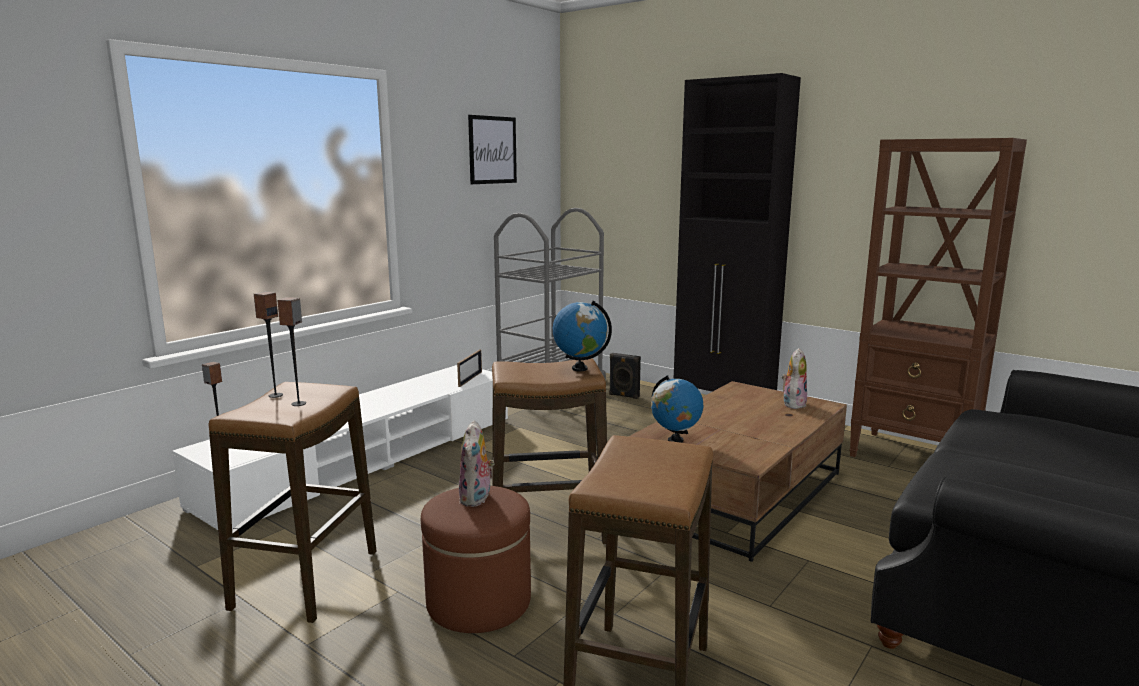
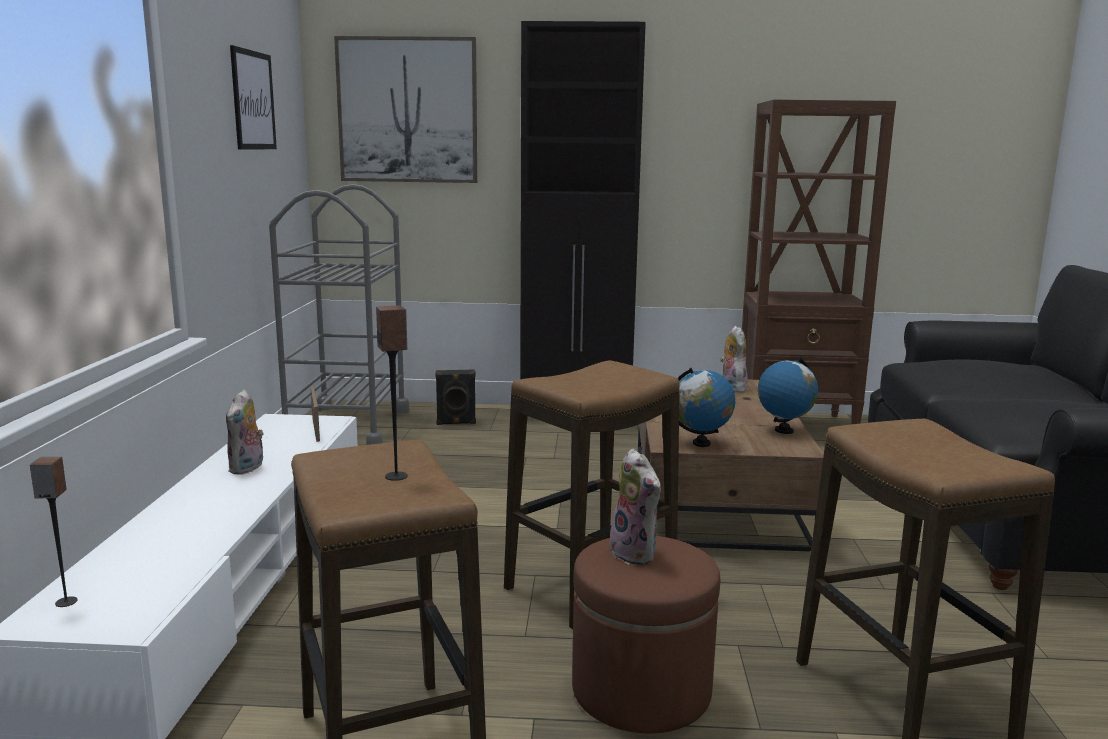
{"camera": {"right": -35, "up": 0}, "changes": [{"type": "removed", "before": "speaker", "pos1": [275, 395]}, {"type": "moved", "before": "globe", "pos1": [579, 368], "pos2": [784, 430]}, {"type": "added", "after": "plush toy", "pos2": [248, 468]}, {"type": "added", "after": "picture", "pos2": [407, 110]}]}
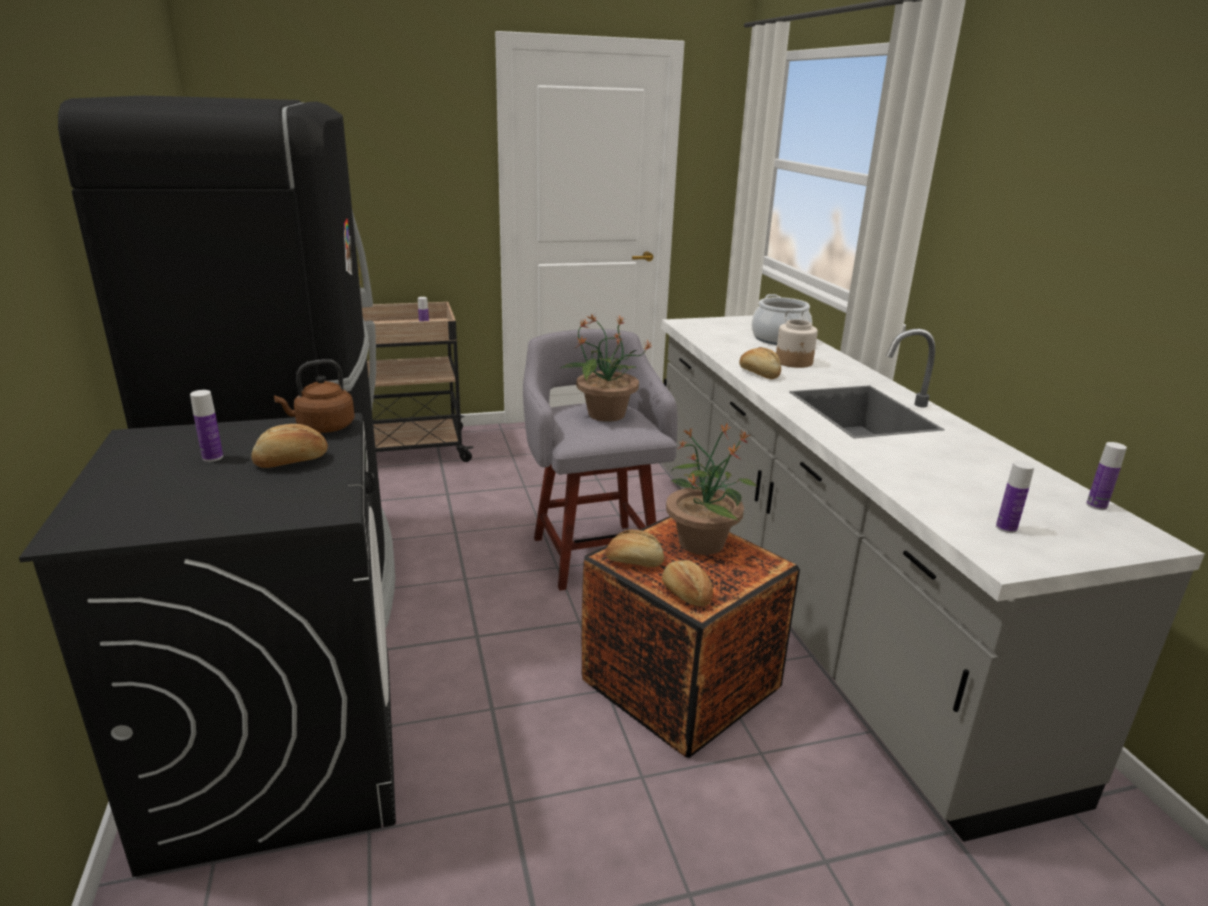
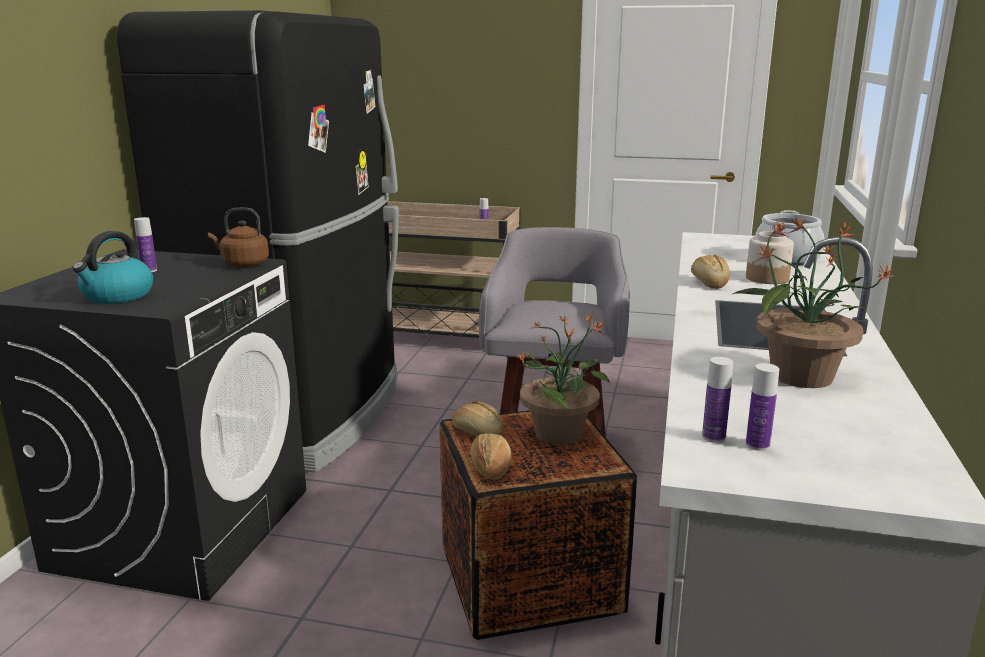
{"camera": {"right": 30, "up": -5}, "changes": [{"type": "removed", "before": "bread", "pos1": [292, 461]}, {"type": "moved", "before": "potted plant", "pos1": [605, 414], "pos2": [799, 376]}, {"type": "moved", "before": "bottle", "pos1": [1096, 505], "pos2": [713, 437]}, {"type": "added", "after": "kettle", "pos2": [117, 296]}]}
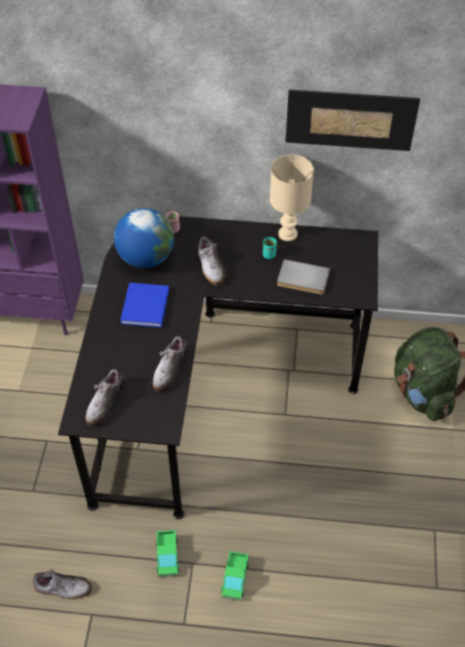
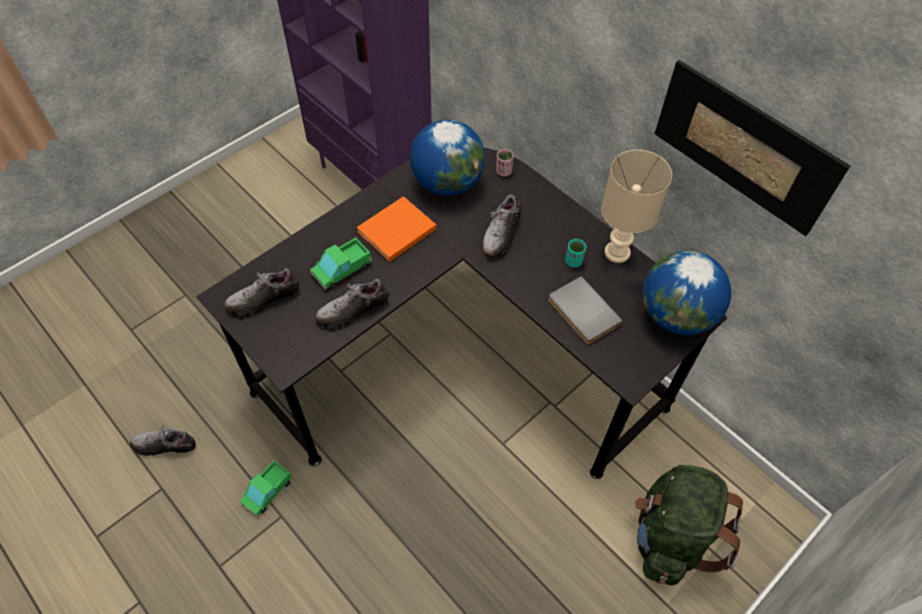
{"camera": {"right": 40, "up": 5}, "changes": [{"type": "turned", "before": "shoe", "pos1": [63, 588], "pos2": [164, 445], "turn": 135}, {"type": "recoloured", "before": "book/blue", "after": "book/orange", "pos1": [145, 308], "pos2": [395, 231]}, {"type": "moved", "before": "toy truck", "pos1": [235, 579], "pos2": [342, 269]}, {"type": "added", "after": "globe", "pos2": [675, 315]}]}
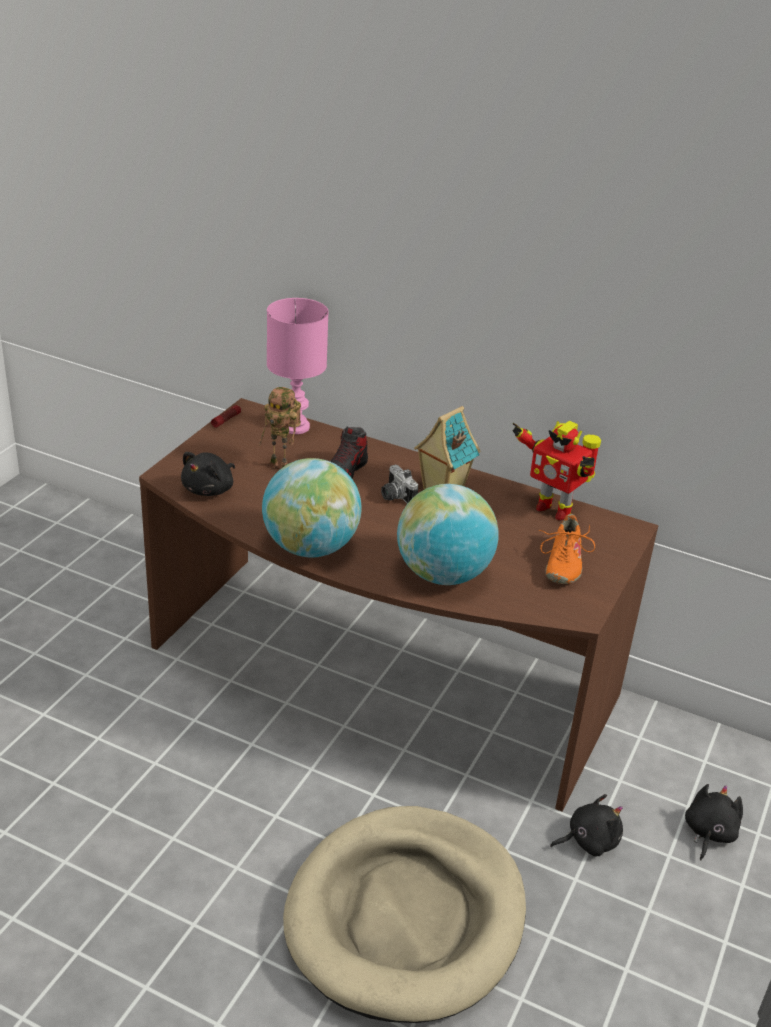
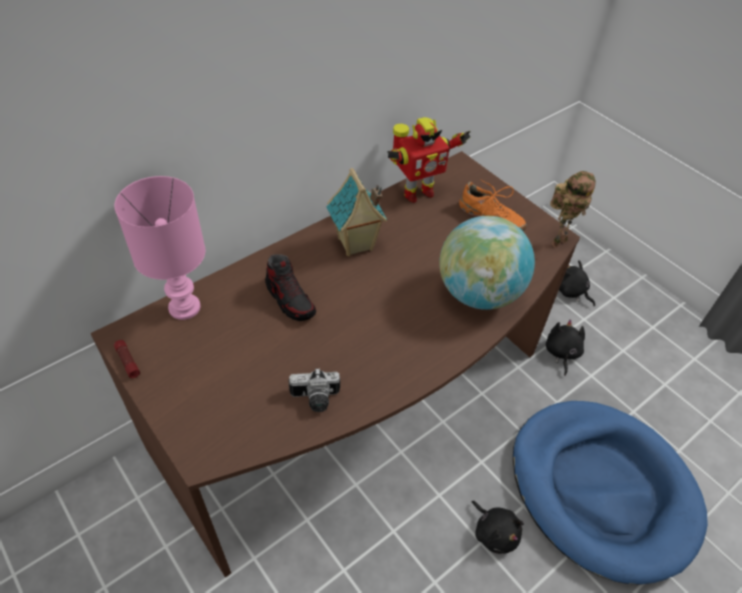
{"camera": {"right": -65, "up": 15}, "changes": [{"type": "moved", "before": "plush toy/black", "pos1": [210, 489], "pos2": [494, 532]}, {"type": "moved", "before": "toy robot", "pos1": [281, 467], "pos2": [558, 240]}, {"type": "removed", "before": "globe", "pos1": [310, 547]}, {"type": "recoloured", "before": "dog bed/beige", "after": "dog bed/blue", "pos1": [406, 917], "pos2": [602, 489]}, {"type": "moved", "before": "photo camera", "pos1": [395, 496], "pos2": [315, 399]}]}
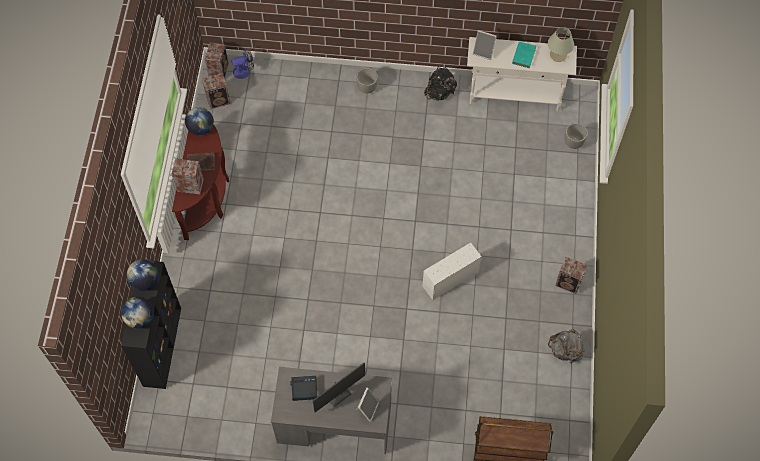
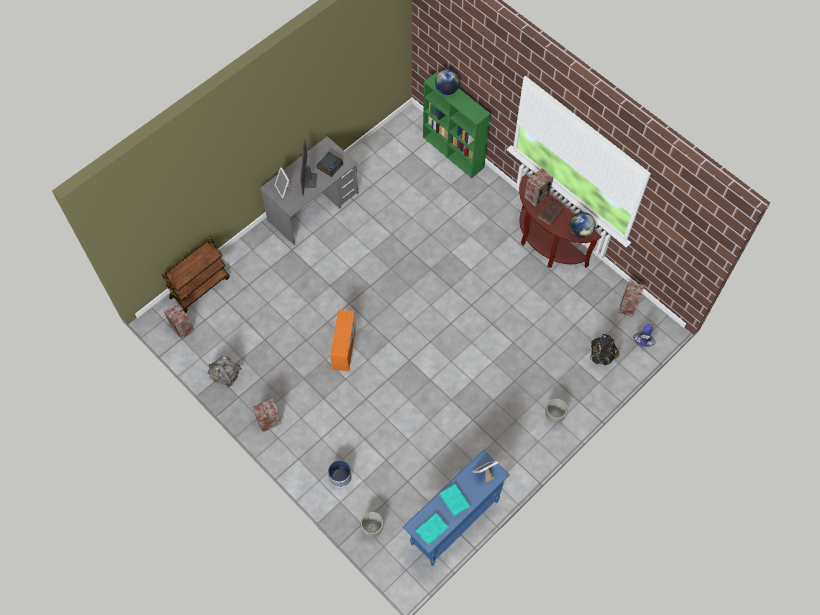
{"camera": {"right": 130, "up": 0}, "changes": [{"type": "recoloured", "before": "bookcase/black", "after": "bookcase/green", "pos1": [162, 346], "pos2": [454, 152]}, {"type": "removed", "before": "globe", "pos1": [145, 281]}, {"type": "moved", "before": "speaker", "pos1": [219, 70], "pos2": [182, 328]}, {"type": "recoloured", "before": "storage box/white", "after": "storage box/orange", "pos1": [449, 279], "pos2": [344, 346]}, {"type": "moved", "before": "backpack/black", "pos1": [439, 92], "pos2": [601, 355]}, {"type": "recoloured", "before": "console table/white", "after": "console table/blue", "pos1": [515, 95], "pos2": [454, 522]}, {"type": "replaced", "before": "table lamp/beige", "after": "book/turquoise", "pos1": [558, 55], "pos2": [432, 529]}, {"type": "added", "after": "planter", "pos2": [340, 476]}]}
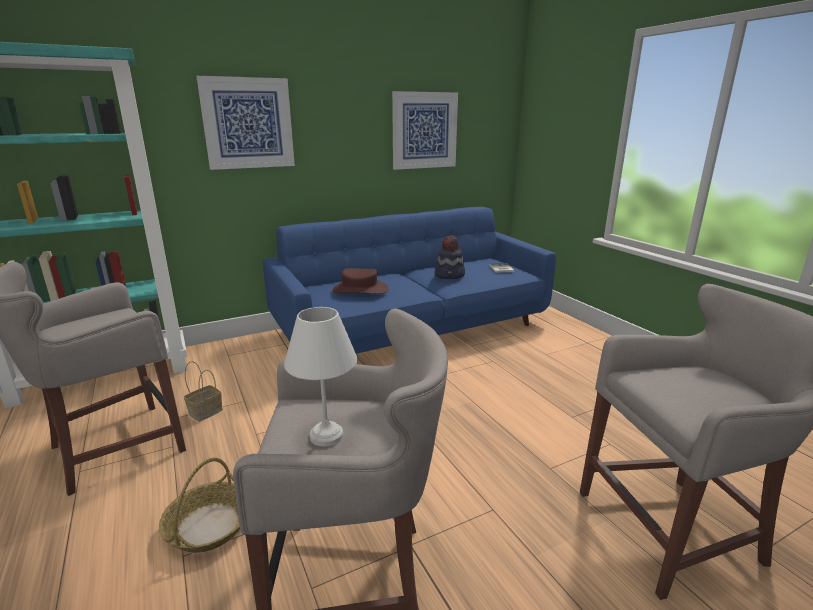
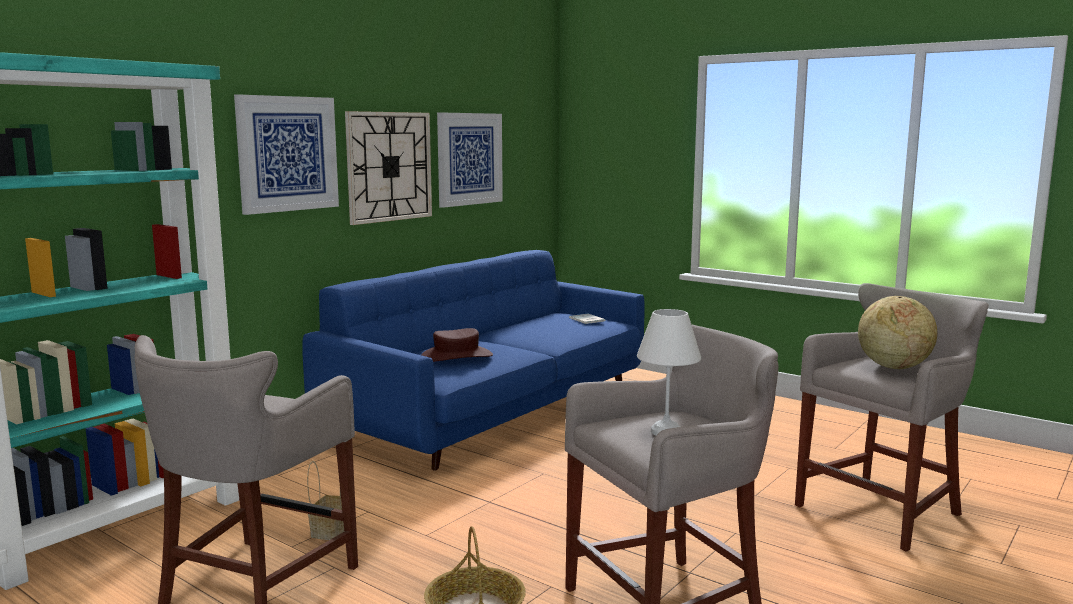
{"camera": {"right": -25, "up": -10}, "changes": [{"type": "removed", "before": "hat", "pos1": [450, 275]}, {"type": "added", "after": "wall clock", "pos2": [389, 166]}, {"type": "added", "after": "globe", "pos2": [893, 367]}]}
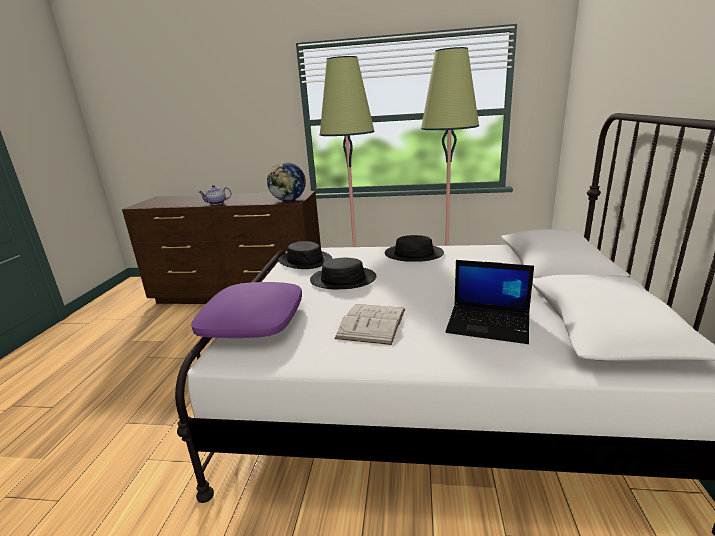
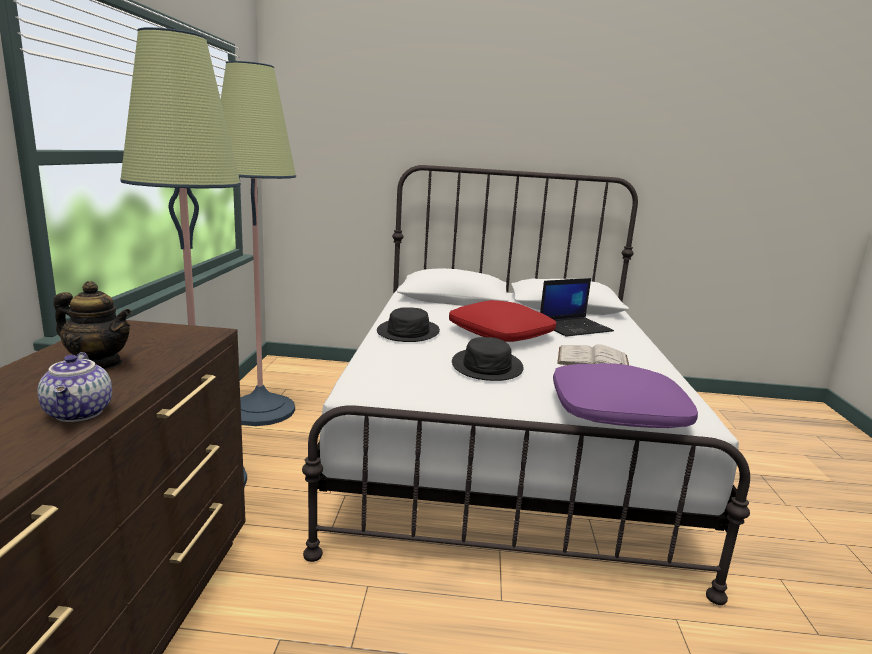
{"camera": {"right": -95, "up": -5}, "changes": [{"type": "removed", "before": "globe", "pos1": [289, 200]}, {"type": "removed", "before": "hat/black", "pos1": [305, 260]}, {"type": "turned", "before": "laptop", "pos1": [489, 324], "pos2": [575, 327], "turn": 45}, {"type": "added", "after": "teapot", "pos2": [98, 364]}, {"type": "added", "after": "pillow/red", "pos2": [501, 333]}]}
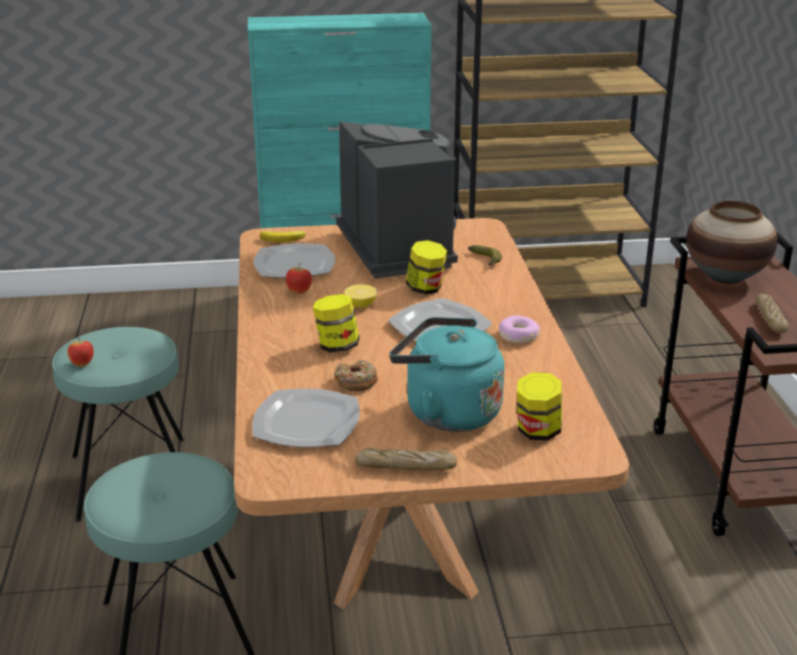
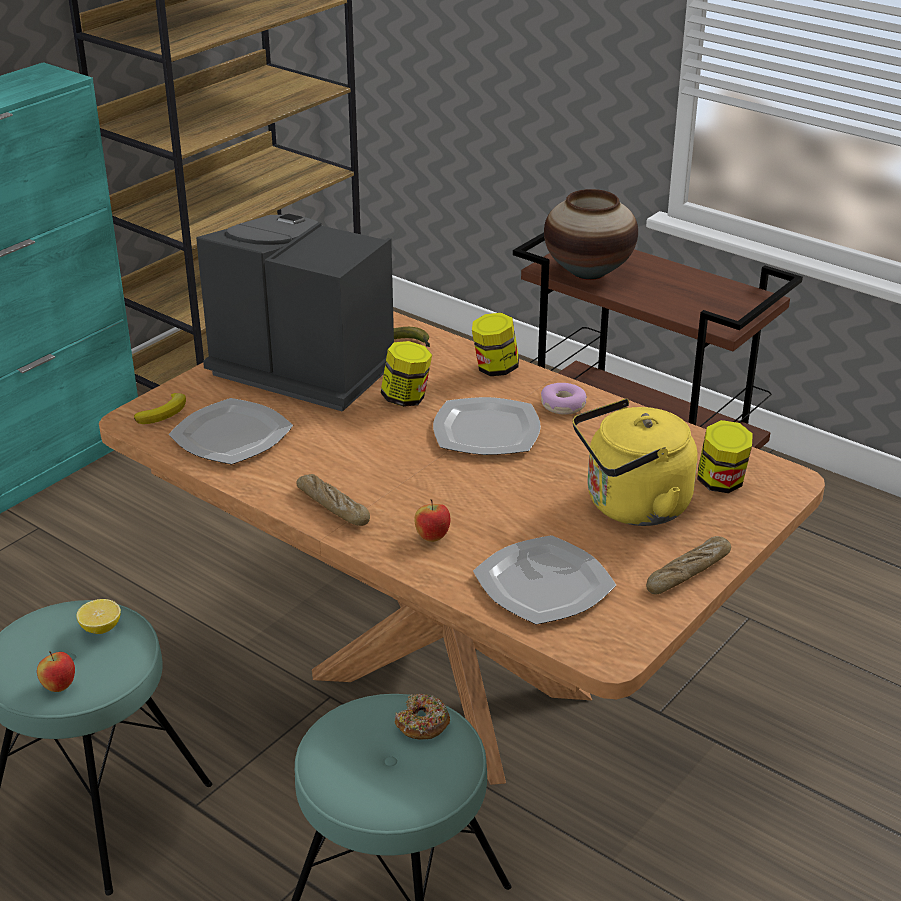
{"camera": {"right": -45, "up": 5}, "changes": [{"type": "moved", "before": "apple", "pos1": [299, 292], "pos2": [432, 537]}, {"type": "moved", "before": "jar", "pos1": [337, 346], "pos2": [495, 369]}, {"type": "moved", "before": "donut", "pos1": [356, 382], "pos2": [422, 724]}, {"type": "moved", "before": "lemon", "pos1": [361, 305], "pos2": [101, 628]}, {"type": "recoloured", "before": "kettle/turquoise", "after": "kettle/yellow", "pos1": [447, 412], "pos2": [631, 506]}, {"type": "moved", "before": "bread", "pos1": [770, 319], "pos2": [333, 507]}]}
